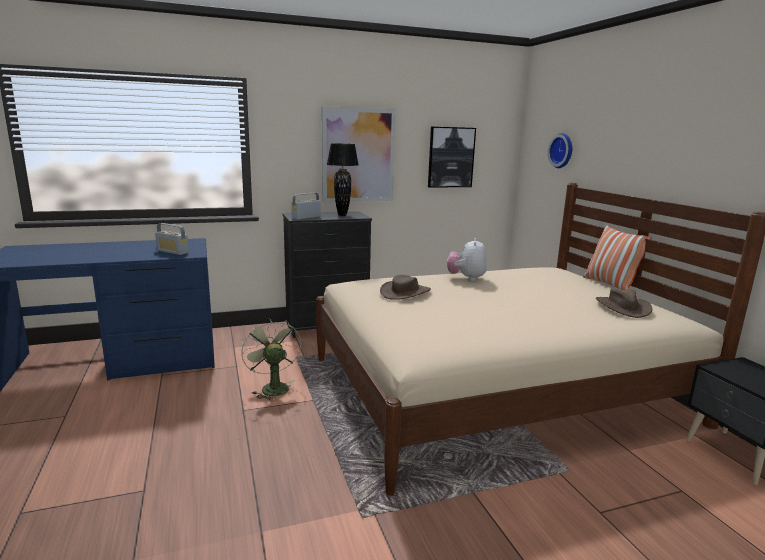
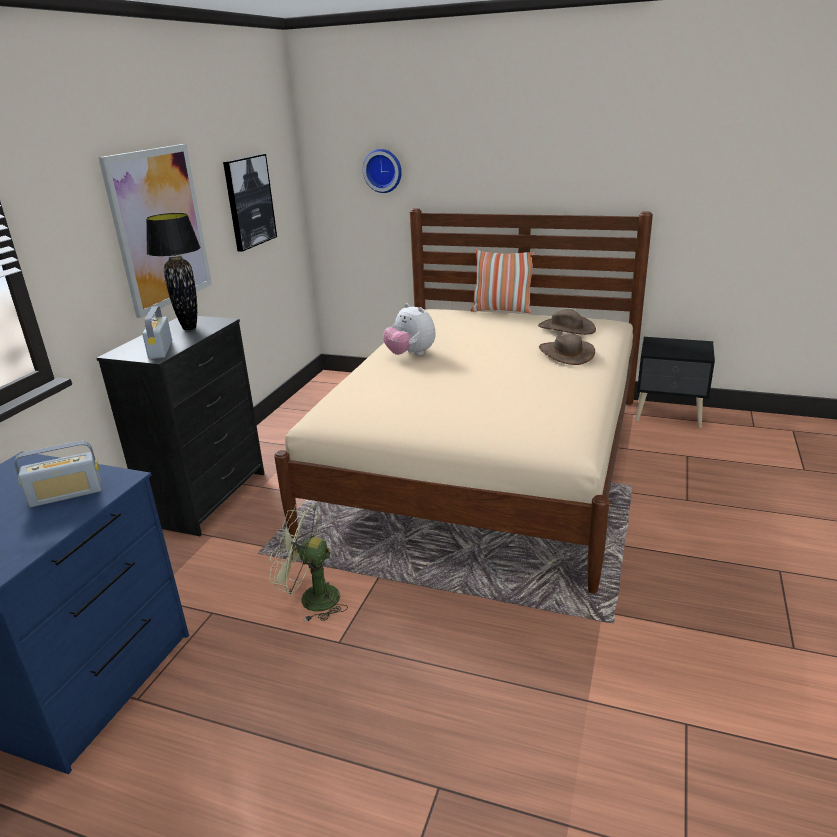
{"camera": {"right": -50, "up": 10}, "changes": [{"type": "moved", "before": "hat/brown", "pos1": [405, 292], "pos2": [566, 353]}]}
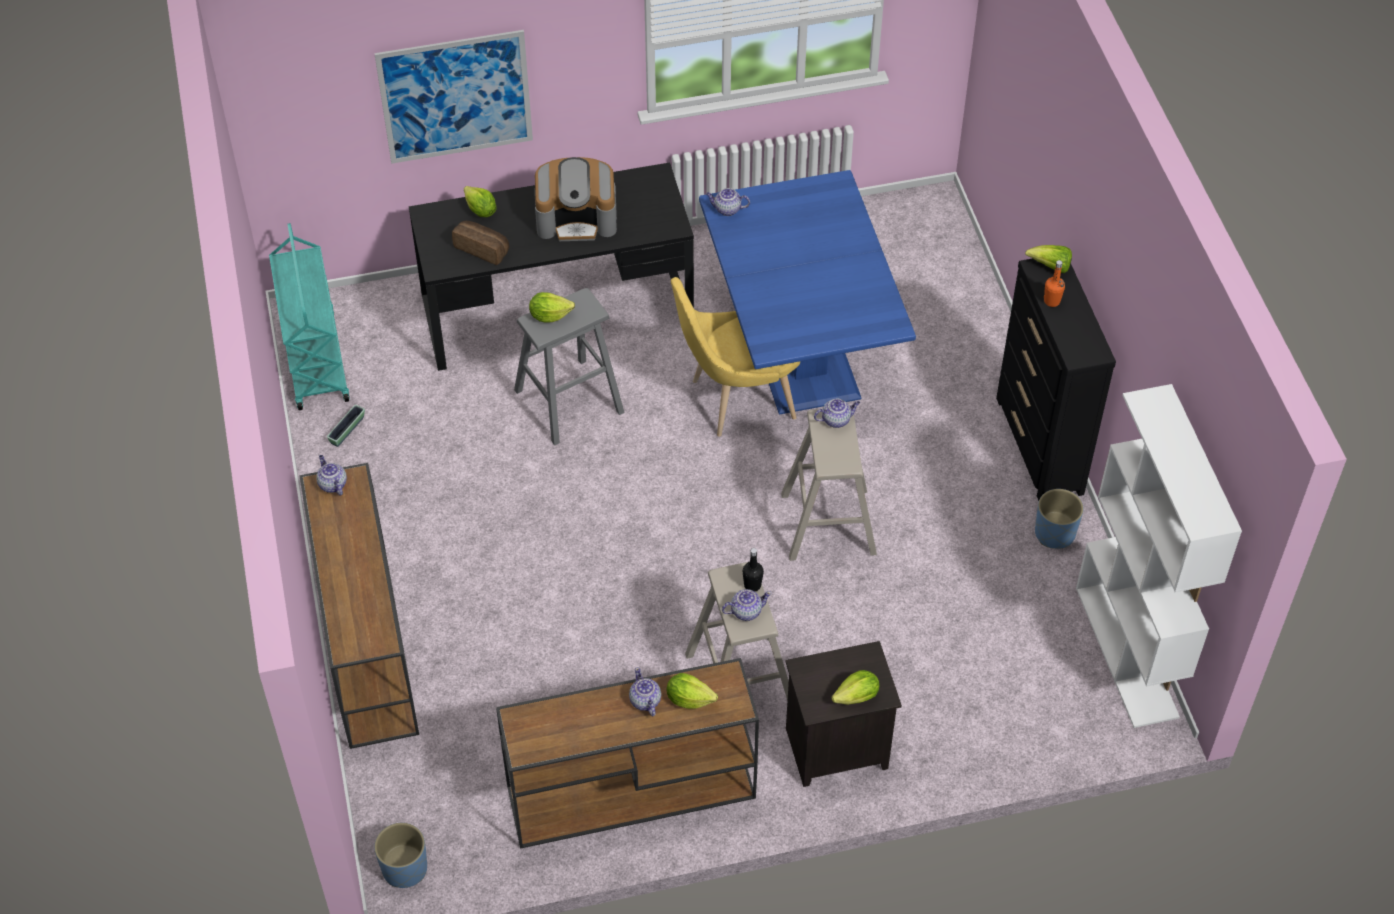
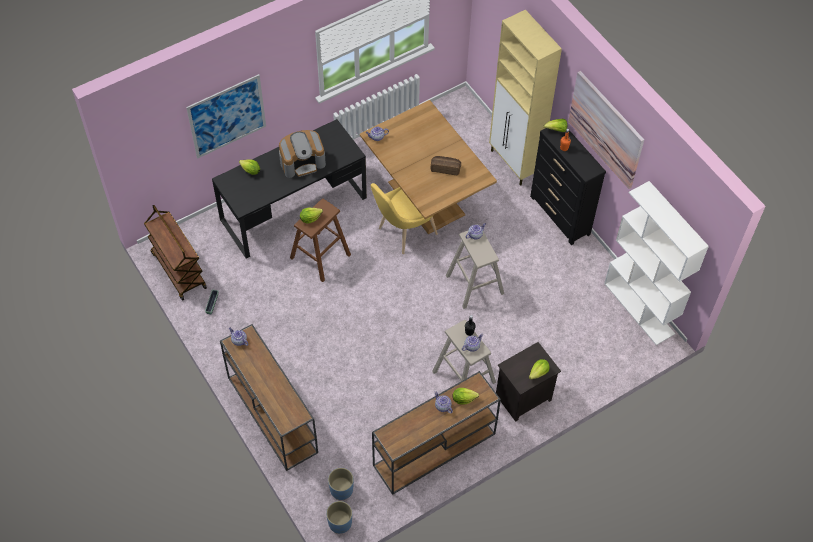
{"camera": {"right": -20, "up": 5}, "changes": [{"type": "recoloured", "before": "cart/turquoise", "after": "cart/brown", "pos1": [315, 359], "pos2": [178, 270]}, {"type": "moved", "before": "bread", "pos1": [483, 248], "pos2": [445, 168]}, {"type": "recoloured", "before": "stool/grey", "after": "stool/brown", "pos1": [568, 401], "pos2": [320, 256]}, {"type": "recoloured", "before": "dining table/blue", "after": "dining table/brown", "pos1": [799, 353], "pos2": [425, 199]}, {"type": "moved", "before": "planter/blue", "pos1": [1055, 534], "pos2": [341, 489]}, {"type": "added", "after": "cabinet/beige", "pos2": [514, 164]}, {"type": "added", "after": "picture", "pos2": [606, 129]}]}
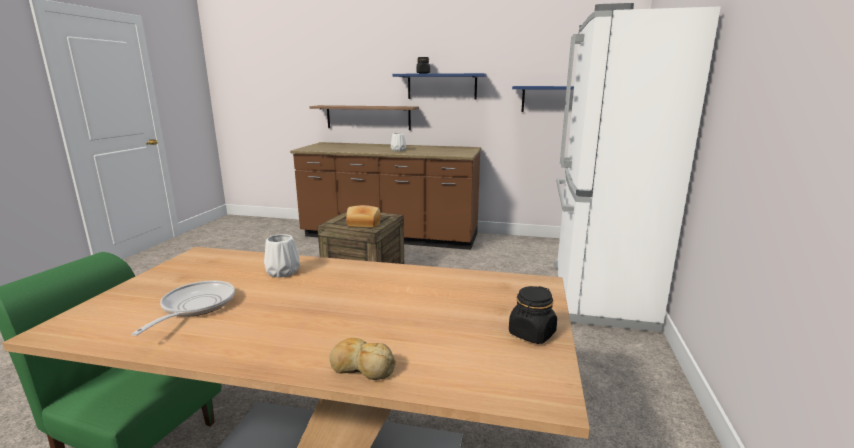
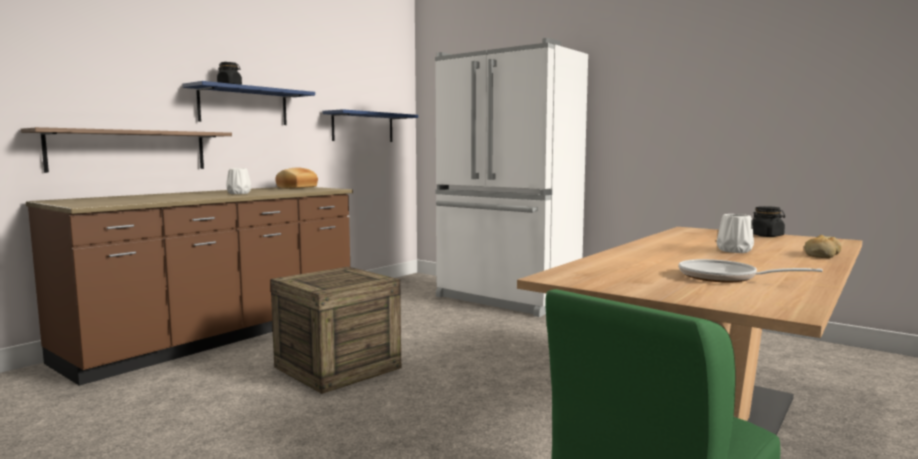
{"camera": {"right": -65, "up": -10}, "changes": [{"type": "moved", "before": "vase/white", "pos1": [282, 272], "pos2": [735, 251]}, {"type": "moved", "before": "bread", "pos1": [363, 224], "pos2": [297, 187]}]}
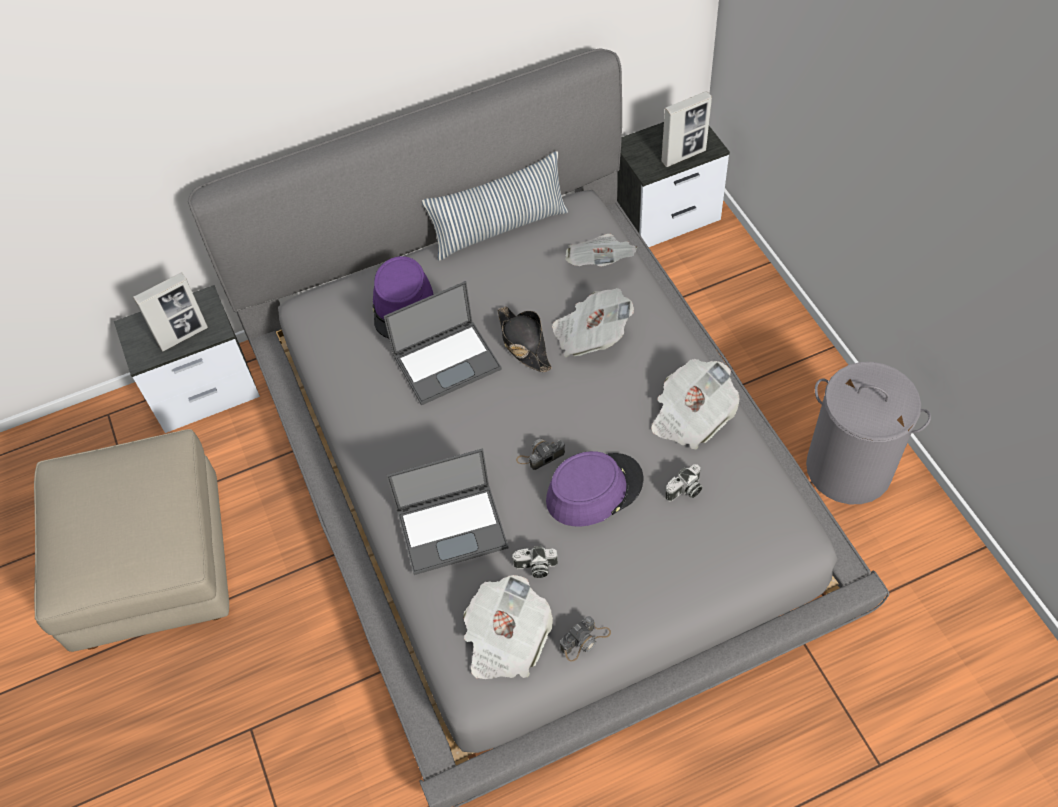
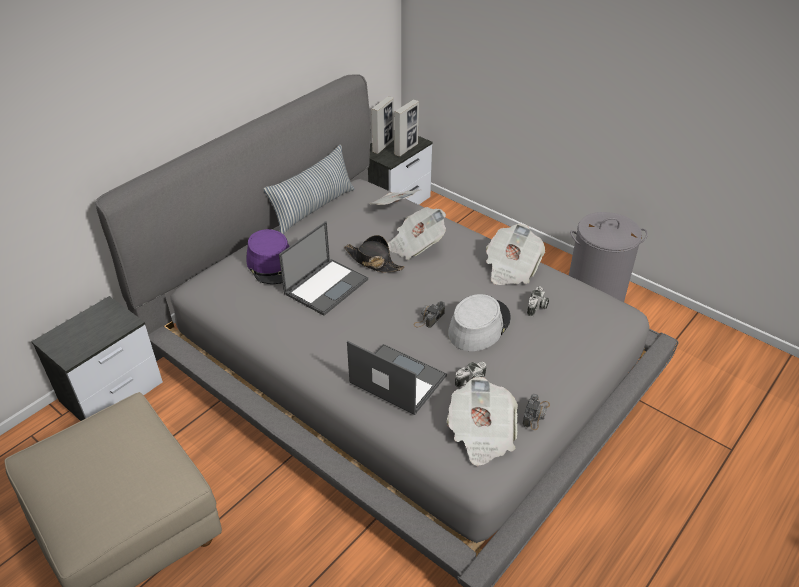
{"camera": {"right": -30, "up": -15}, "changes": [{"type": "moved", "before": "picture frame", "pos1": [183, 336], "pos2": [383, 146]}, {"type": "turned", "before": "laptop", "pos1": [453, 528], "pos2": [396, 379], "turn": -105}, {"type": "recoloured", "before": "hat/purple", "after": "hat/grey", "pos1": [594, 490], "pos2": [479, 325]}]}
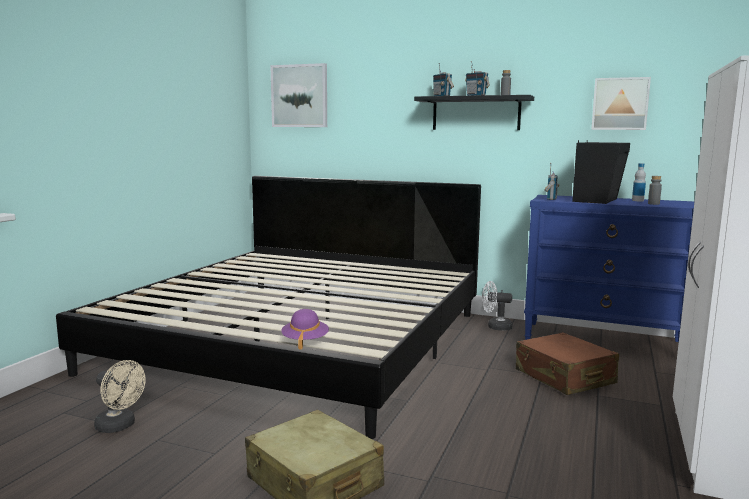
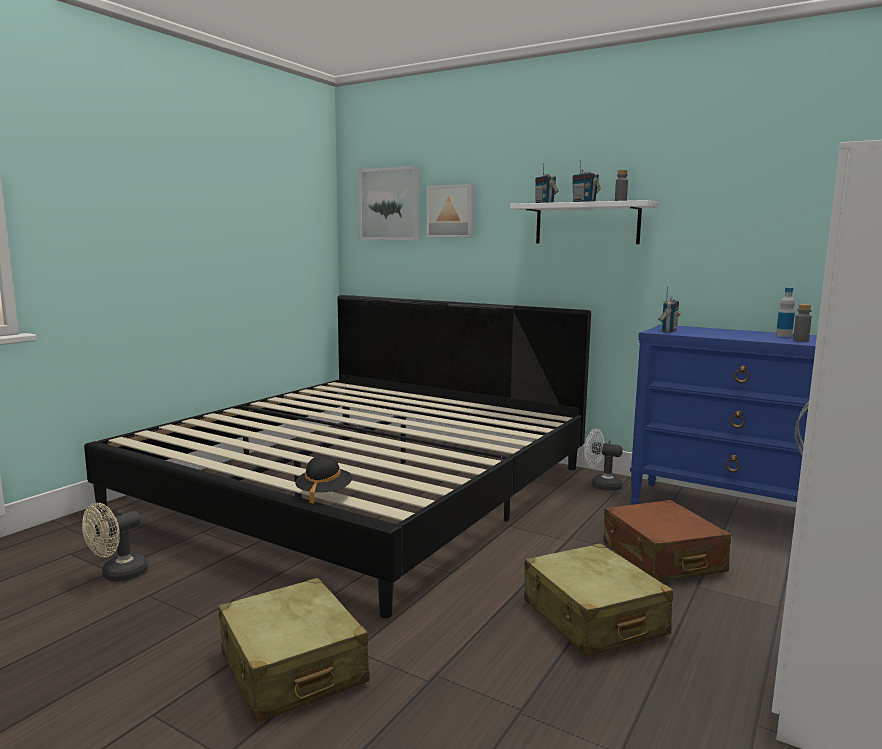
{"camera": {"right": 10, "up": 0}, "changes": [{"type": "turned", "before": "fan/beige", "pos1": [119, 426], "pos2": [118, 575], "turn": 90}, {"type": "recoloured", "before": "hat/purple", "after": "hat/black", "pos1": [305, 341], "pos2": [324, 493]}, {"type": "recoloured", "before": "shelf/black", "after": "shelf/white", "pos1": [476, 113], "pos2": [587, 224]}, {"type": "removed", "before": "speaker/black", "pos1": [598, 200]}, {"type": "moved", "before": "picture", "pos1": [620, 104], "pos2": [451, 211]}, {"type": "added", "after": "suitcase/beige", "pos2": [593, 618]}]}
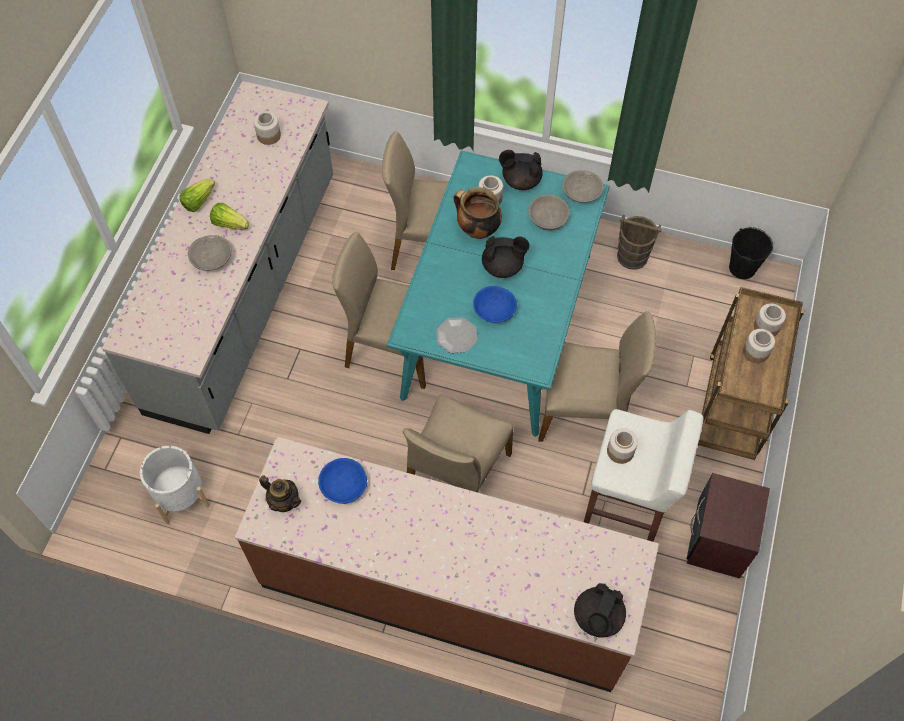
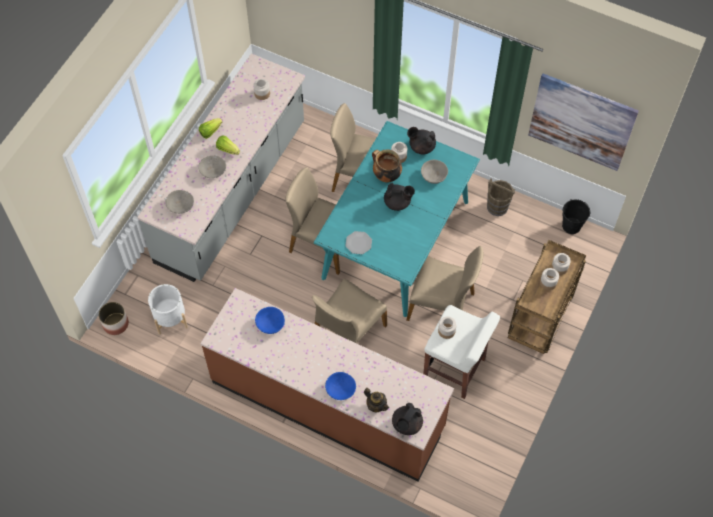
{"camera": {"right": 10, "up": 0}, "changes": [{"type": "moved", "before": "teapot", "pos1": [284, 501], "pos2": [376, 405]}, {"type": "moved", "before": "bowl/blue", "pos1": [494, 310], "pos2": [340, 389]}, {"type": "moved", "before": "bowl/grey", "pos1": [581, 193], "pos2": [180, 205]}, {"type": "removed", "before": "nightstand/brown", "pos1": [718, 540]}, {"type": "added", "after": "planter", "pos2": [115, 323]}, {"type": "added", "after": "picture", "pos2": [581, 122]}]}
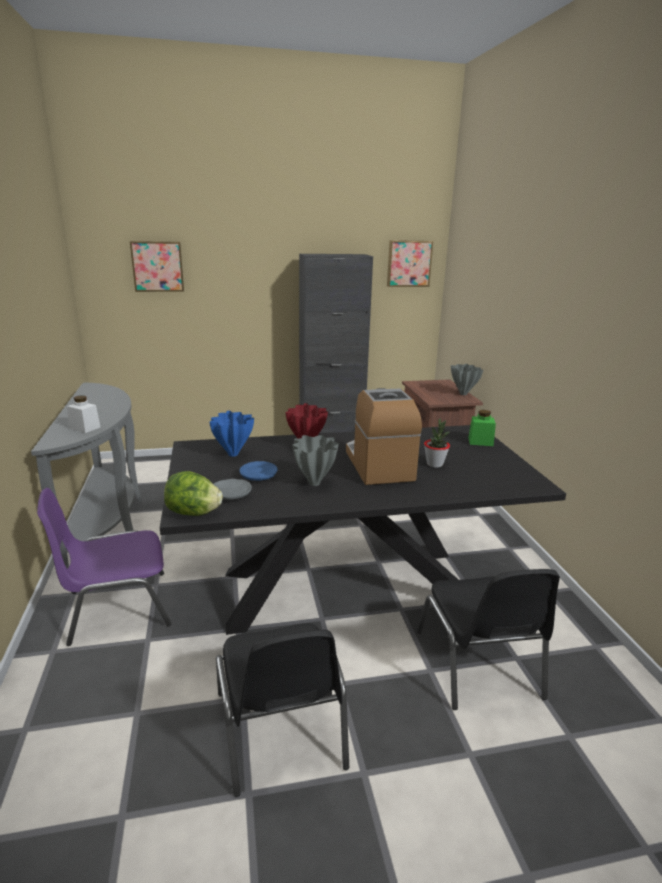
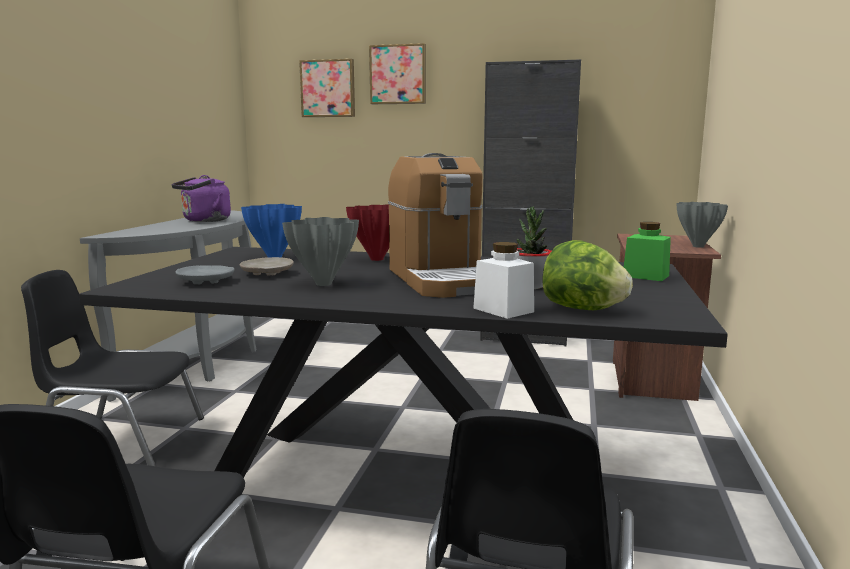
{"camera": {"right": 25, "up": -10}, "changes": [{"type": "recoloured", "before": "chair/purple", "after": "chair/black", "pos1": [117, 607], "pos2": [122, 440]}, {"type": "moved", "before": "jar/white", "pos1": [85, 428], "pos2": [503, 310]}, {"type": "moved", "before": "lettuce", "pos1": [193, 513], "pos2": [582, 309]}, {"type": "recoloured", "before": "plate/blue", "after": "plate/beige", "pos1": [258, 477], "pos2": [267, 273]}, {"type": "turned", "before": "coffee machine", "pos1": [378, 465], "pos2": [442, 280], "turn": 150}, {"type": "moved", "before": "picture", "pos1": [408, 263], "pos2": [398, 74]}, {"type": "added", "after": "kettle/purple", "pos2": [204, 221]}]}
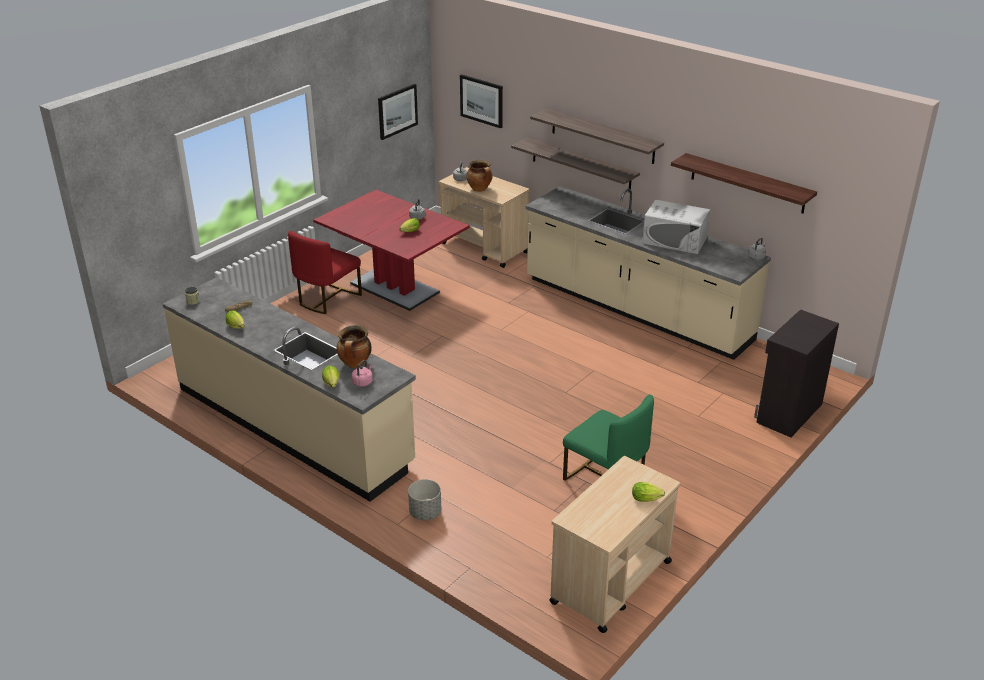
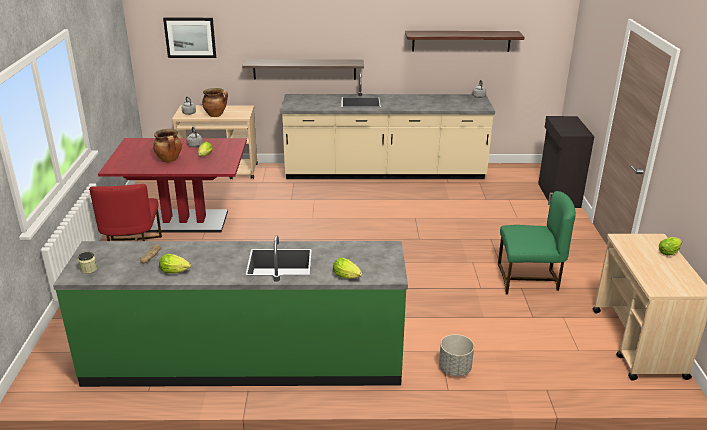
{"camera": {"right": -40, "up": -5}, "changes": [{"type": "recoloured", "before": "counter/beige", "after": "counter/green", "pos1": [293, 425], "pos2": [245, 361]}, {"type": "moved", "before": "cooking pot", "pos1": [355, 364], "pos2": [169, 160]}, {"type": "removed", "before": "kettle/pink", "pos1": [363, 382]}, {"type": "removed", "before": "picture", "pos1": [397, 111]}, {"type": "removed", "before": "shelf", "pos1": [602, 136]}, {"type": "removed", "before": "microwave/white", "pos1": [675, 240]}]}
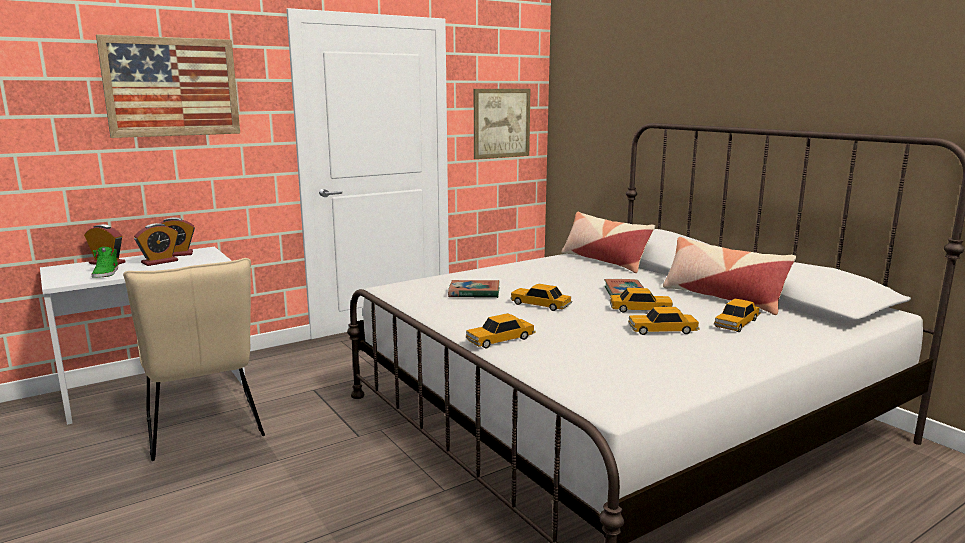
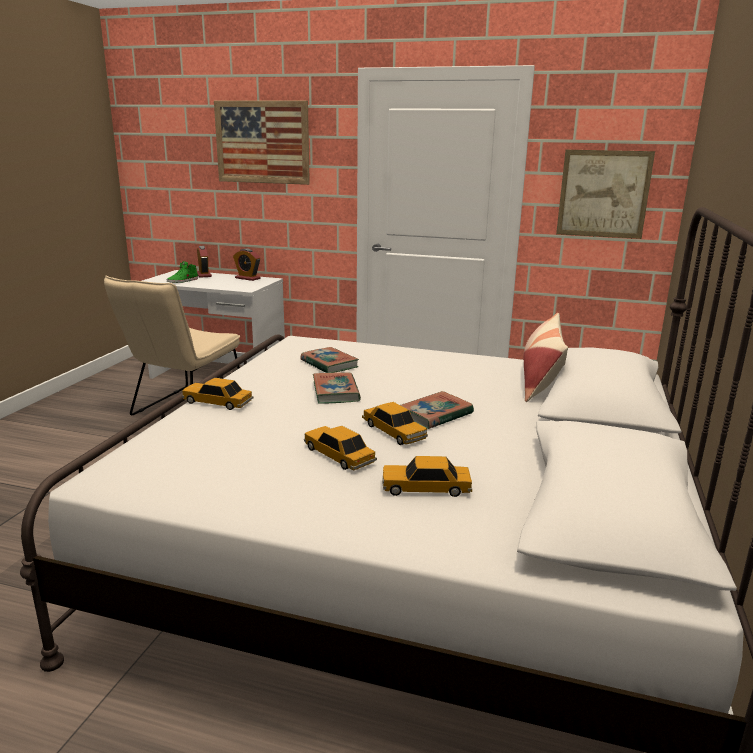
{"camera": {"right": 50, "up": 5}, "changes": [{"type": "removed", "before": "alarm clock", "pos1": [159, 262]}, {"type": "replaced", "before": "toy car", "after": "book", "pos1": [540, 305], "pos2": [335, 392]}, {"type": "removed", "before": "pillow", "pos1": [722, 298]}]}
